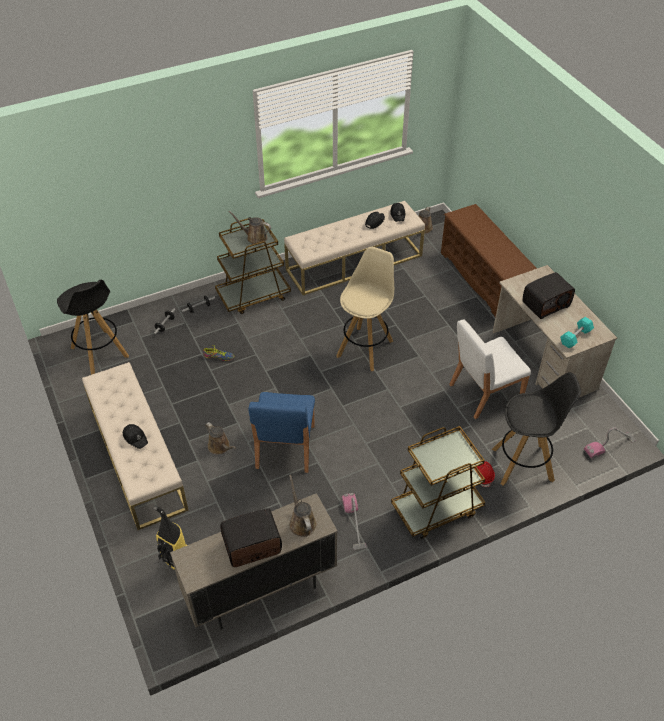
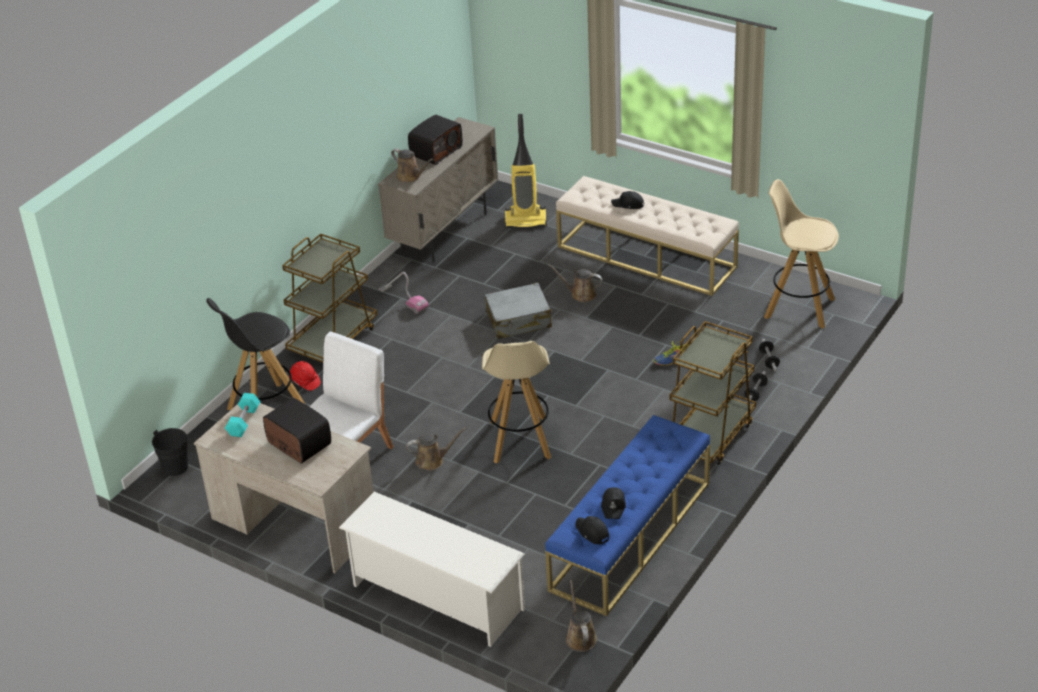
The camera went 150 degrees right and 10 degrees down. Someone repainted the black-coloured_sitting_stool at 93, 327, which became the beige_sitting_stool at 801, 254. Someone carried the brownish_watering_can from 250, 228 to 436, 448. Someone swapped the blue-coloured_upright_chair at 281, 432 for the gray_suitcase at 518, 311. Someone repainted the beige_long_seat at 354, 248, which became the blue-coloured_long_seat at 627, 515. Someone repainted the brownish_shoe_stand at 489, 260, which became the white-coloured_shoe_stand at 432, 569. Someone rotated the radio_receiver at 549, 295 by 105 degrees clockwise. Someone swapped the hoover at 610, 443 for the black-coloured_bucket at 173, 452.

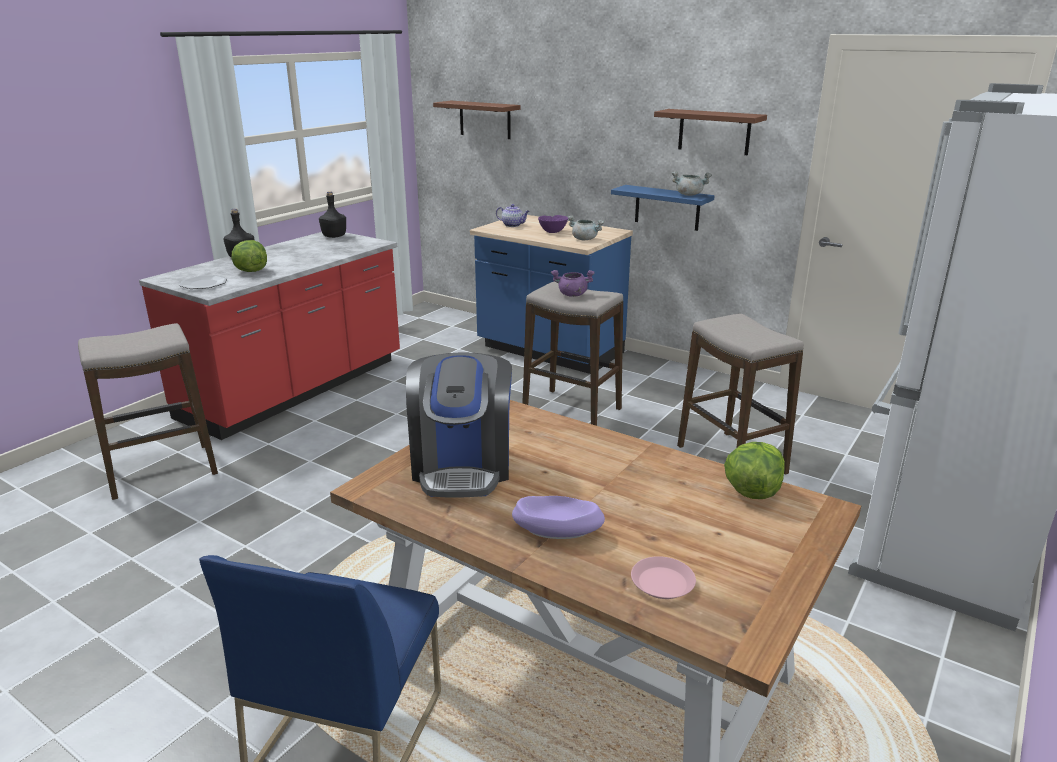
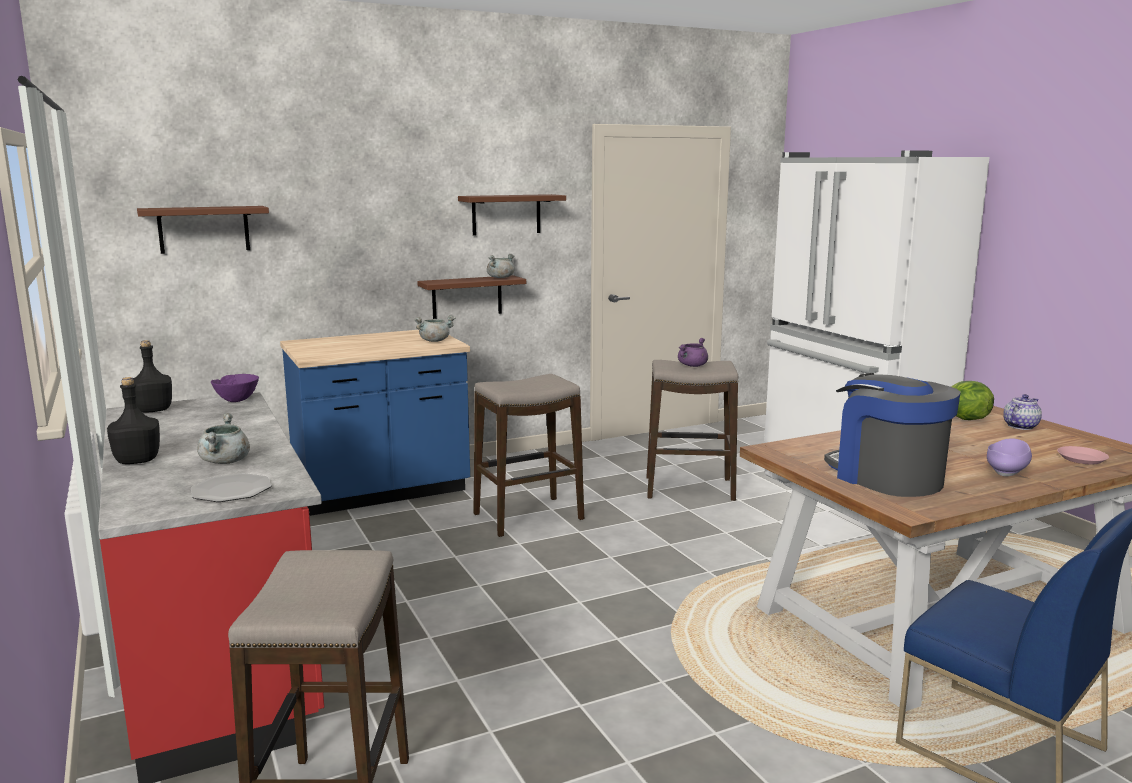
The camera went 60 degrees left and 10 degrees down. Someone swapped the head_of_lettuce at 249, 256 for the gray_saucepot at 223, 438. Someone rotated the coffee_brewer at 459, 424 by 150 degrees counterclockwise. Someone carried the teapot from 513, 215 to 1022, 412. Someone carried the purple_serving_bowl from 553, 224 to 235, 388. Someone carried the purple_saucepot from 573, 283 to 693, 352. Someone repainted the blue-coloured_shelf at 663, 208, which became the brownish_shelf at 471, 297.

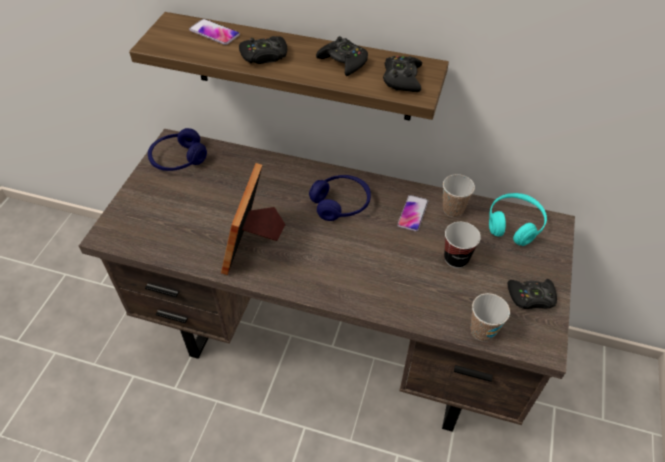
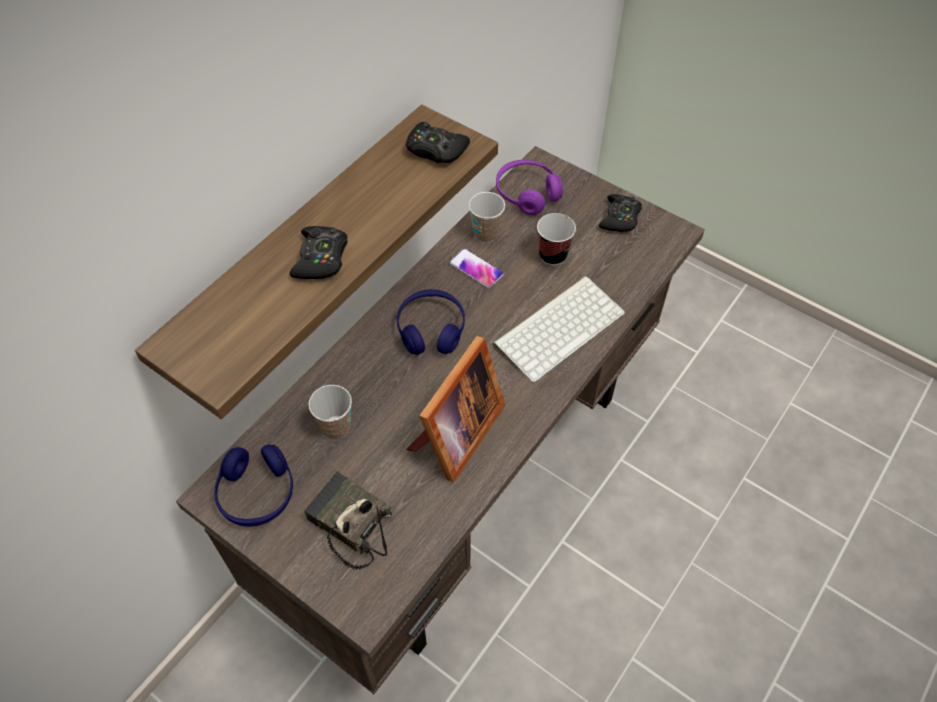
The camera went 70 degrees left and 5 degrees up. Someone took away the handset at 214, 32. Someone rotated the standing_frame at 253, 219 by 90 degrees counterclockwise. Someone took away the black-coloured_game_controller at 342, 56. Someone carried the drinking_cup from 490, 317 to 330, 412. Someone repainted the turquoise-coloured_headset at 518, 219, which became the purple_headset at 529, 187. Someone put down the radio_receiver at 348, 520. Someone put down the PC_keyboard at 558, 329.

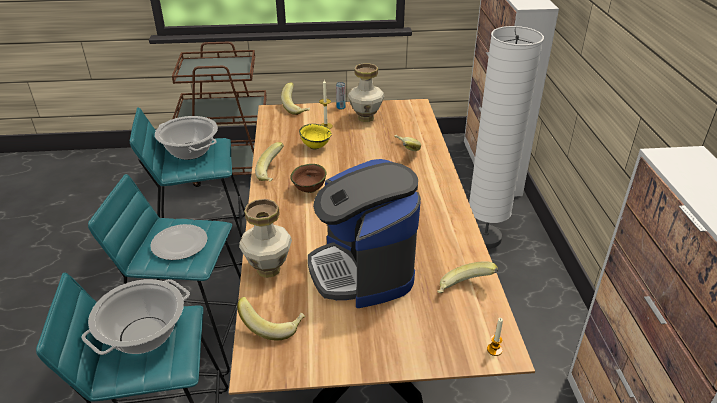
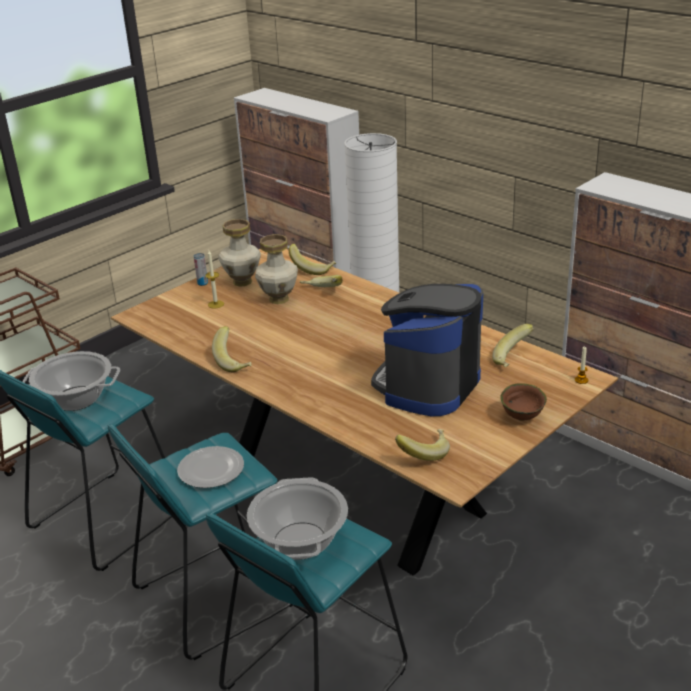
The camera went 40 degrees left and 5 degrees down. Someone carried the vase from 265, 238 to 276, 269. Someone carried the banana from 295, 98 to 312, 259. Someone carried the brownish_serving_bowl from 308, 178 to 523, 402. Someone took away the yellow_serving_bowl at 315, 136. Someone rotated the coffee_brewer at 364, 233 by 90 degrees clockwise.

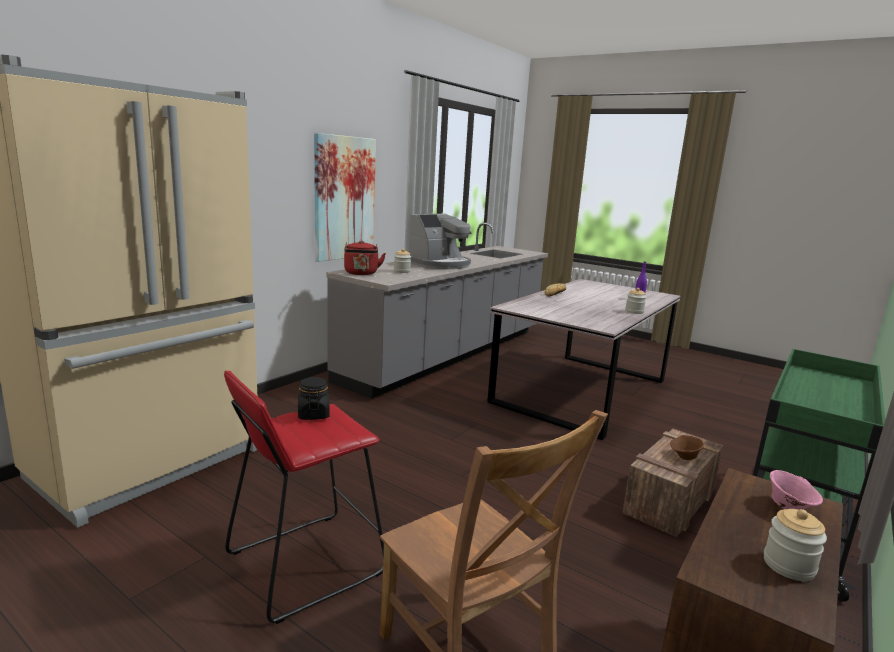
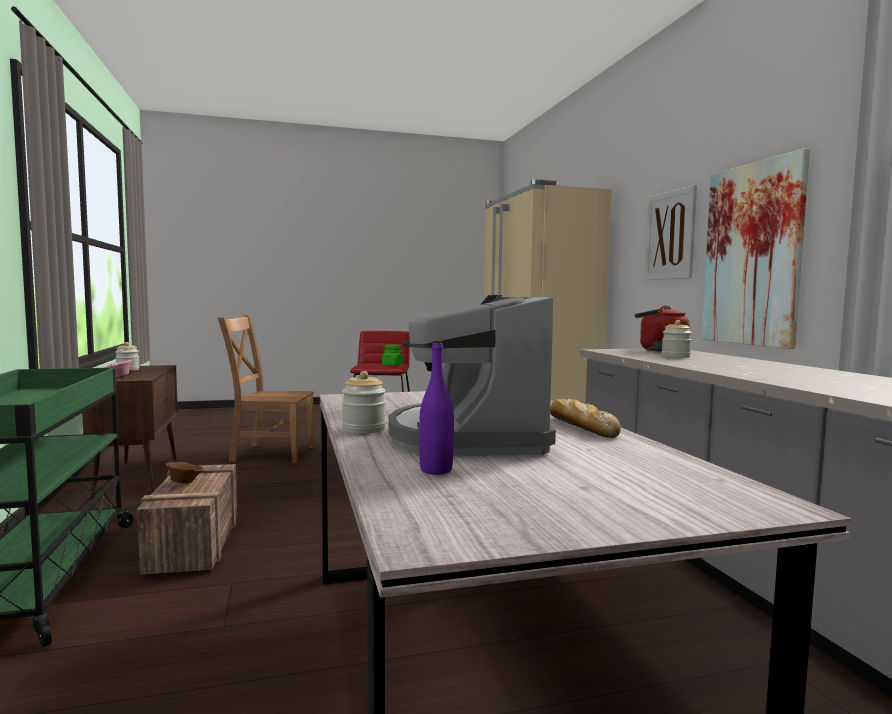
The camera went 130 degrees right and 10 degrees down. Someone repainted the black-coloured_preserve_jar at 314, 398, which became the green_preserve_jar at 393, 355. Someone carried the coffee_brewer from 440, 241 to 472, 375. Someone put up the picture at 671, 232.

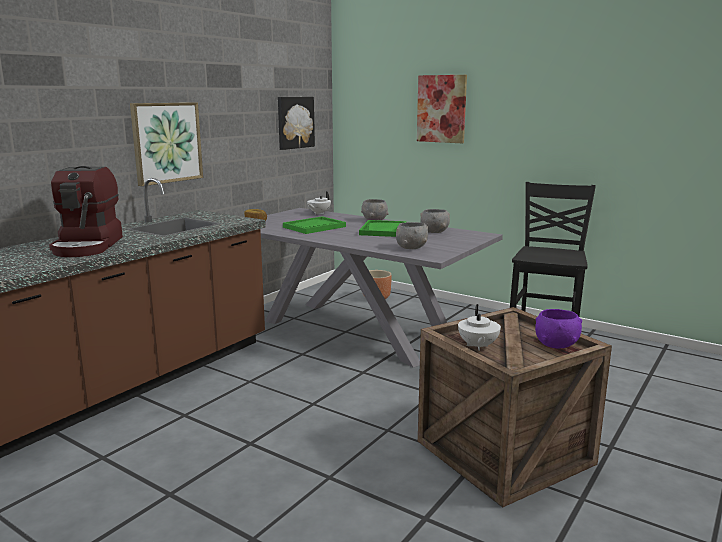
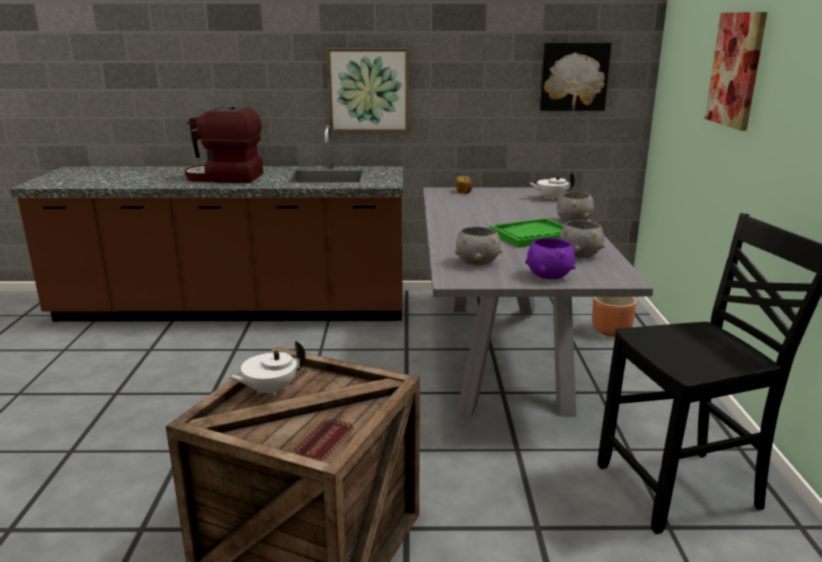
The camera went 55 degrees right and 5 degrees up. Someone rotated the coffee_brewer at 86, 211 by 45 degrees clockwise. Someone took away the green_serving_tray at 314, 225. Someone carried the purple_serving_bowl from 558, 328 to 551, 258.

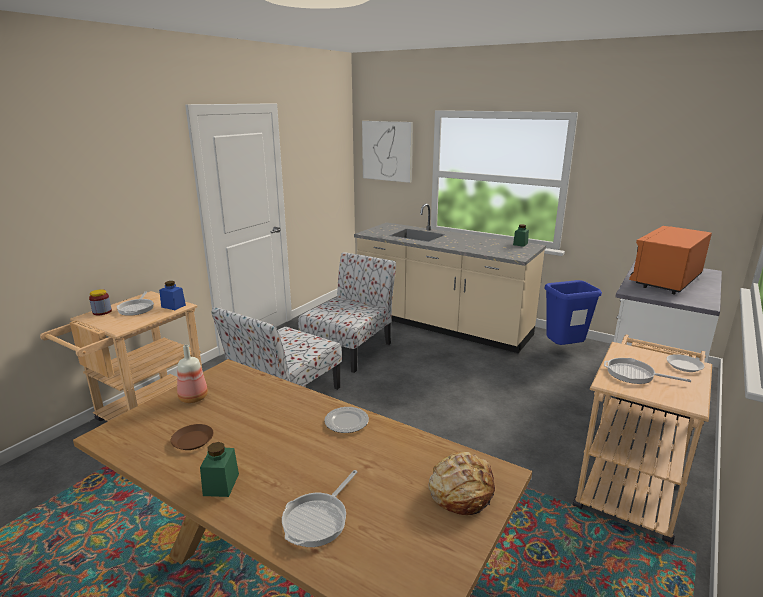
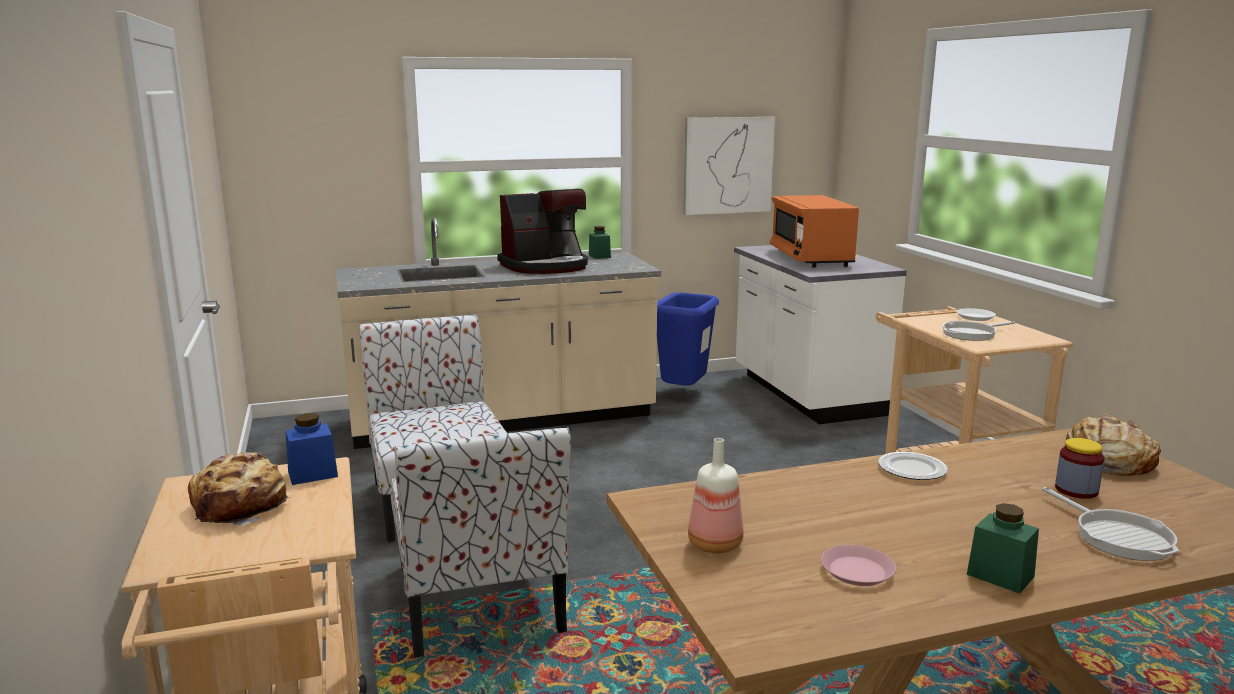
The camera went 50 degrees left and 5 degrees down. Someone carried the preserve_jar from 100, 302 to 1080, 468. Someone swapped the pan at 135, 303 for the baked_bread at 239, 489. Someone repainted the brownish_plate at 192, 437, which became the pinkish_plate at 858, 565. Someone carried the picture from 387, 152 to 729, 166. Someone put down the coffee_brewer at 542, 231.

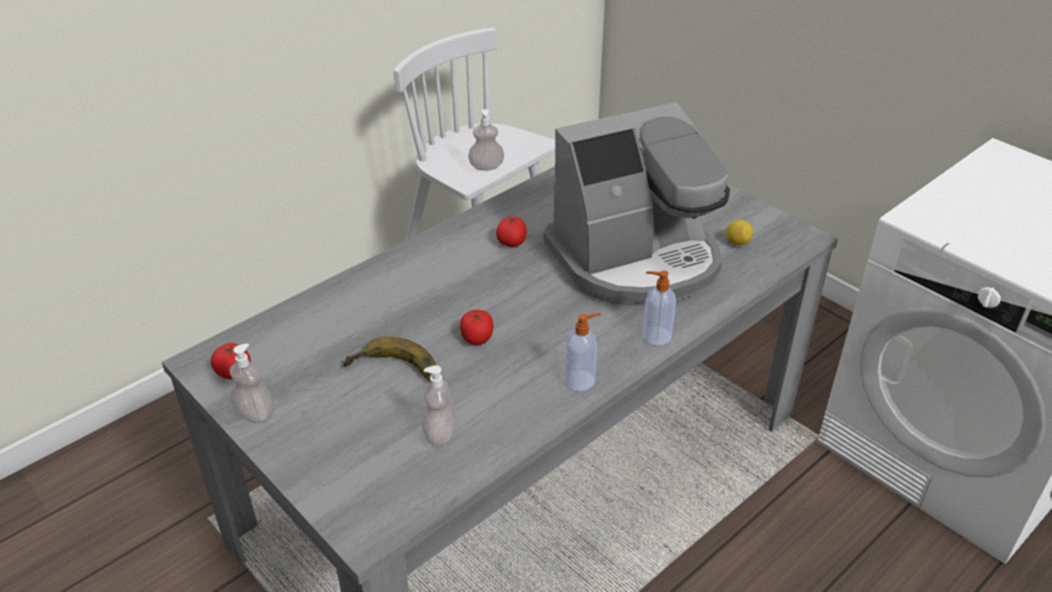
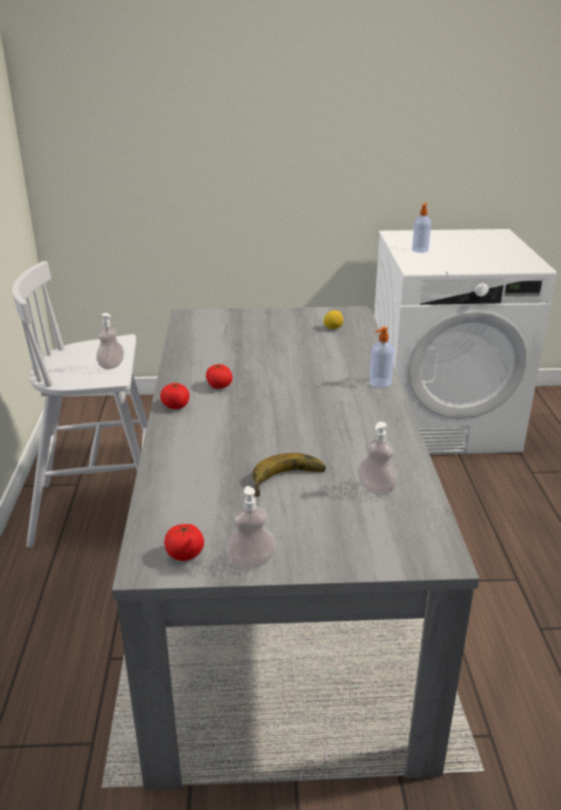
The camera went 50 degrees left and 10 degrees down. Someone carried the tomato from 476, 327 to 174, 396. Someone took away the coffee_brewer at 636, 204. Someone carried the soap_bottle from 582, 352 to 421, 227.

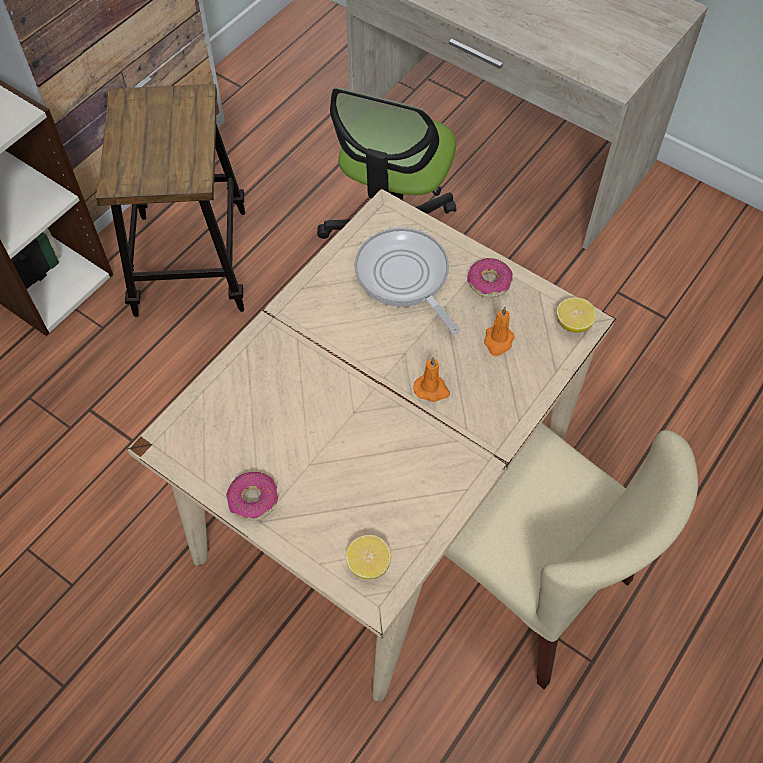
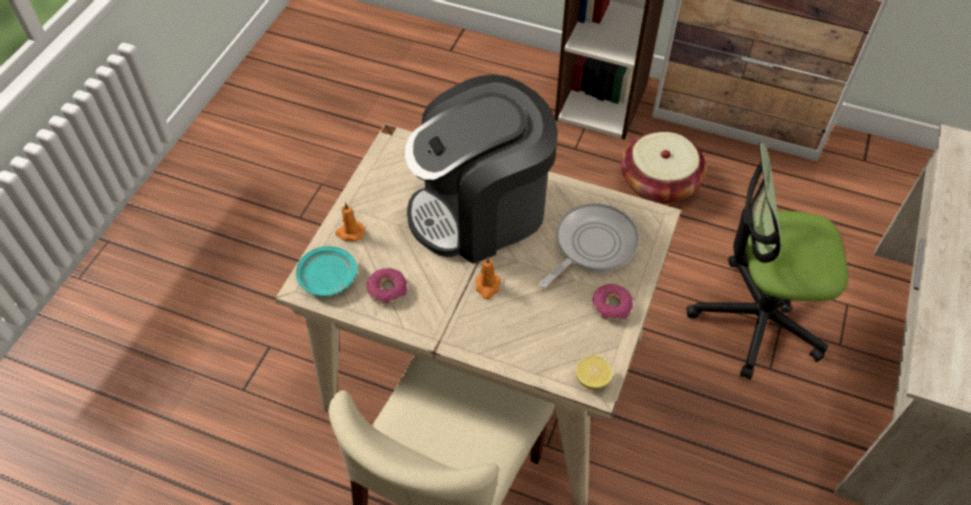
The camera went 75 degrees right and 5 degrees down. Someone swapped the sitting_stool at 170, 200 for the storage_basket at 664, 168. Someone carried the donut from 252, 496 to 386, 286. Someone swapped the lemon at 368, 557 for the turquoise-coloured_plate at 326, 271. Someone carried the orange_candle from 499, 331 to 350, 221. Someone put down the coffee_brewer at 481, 169.

